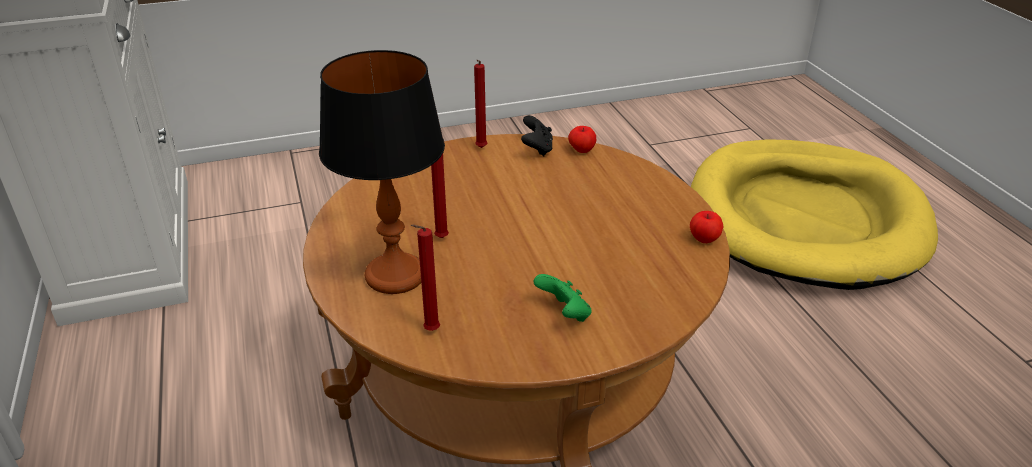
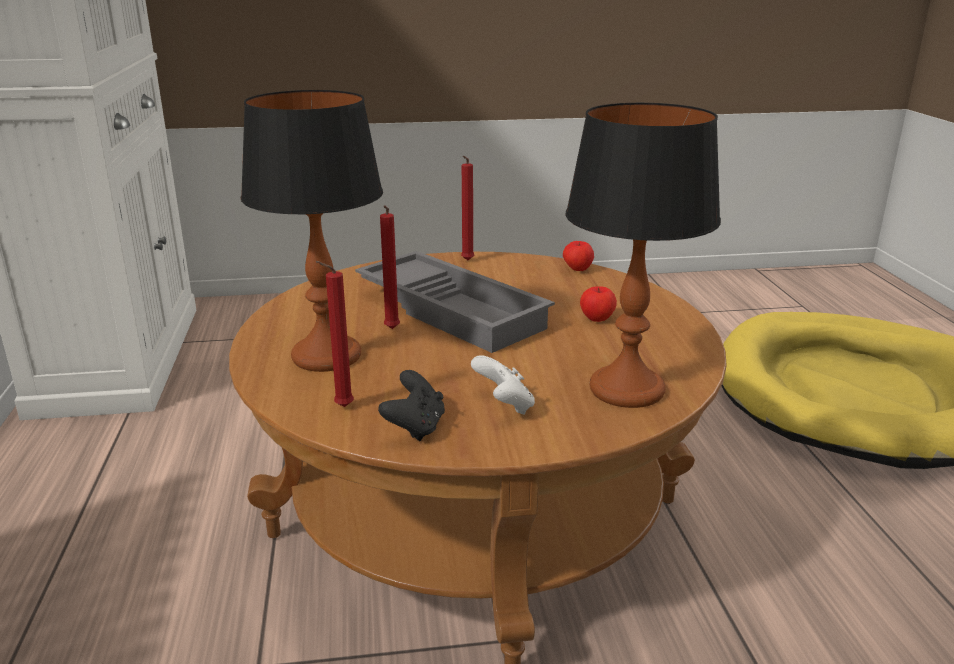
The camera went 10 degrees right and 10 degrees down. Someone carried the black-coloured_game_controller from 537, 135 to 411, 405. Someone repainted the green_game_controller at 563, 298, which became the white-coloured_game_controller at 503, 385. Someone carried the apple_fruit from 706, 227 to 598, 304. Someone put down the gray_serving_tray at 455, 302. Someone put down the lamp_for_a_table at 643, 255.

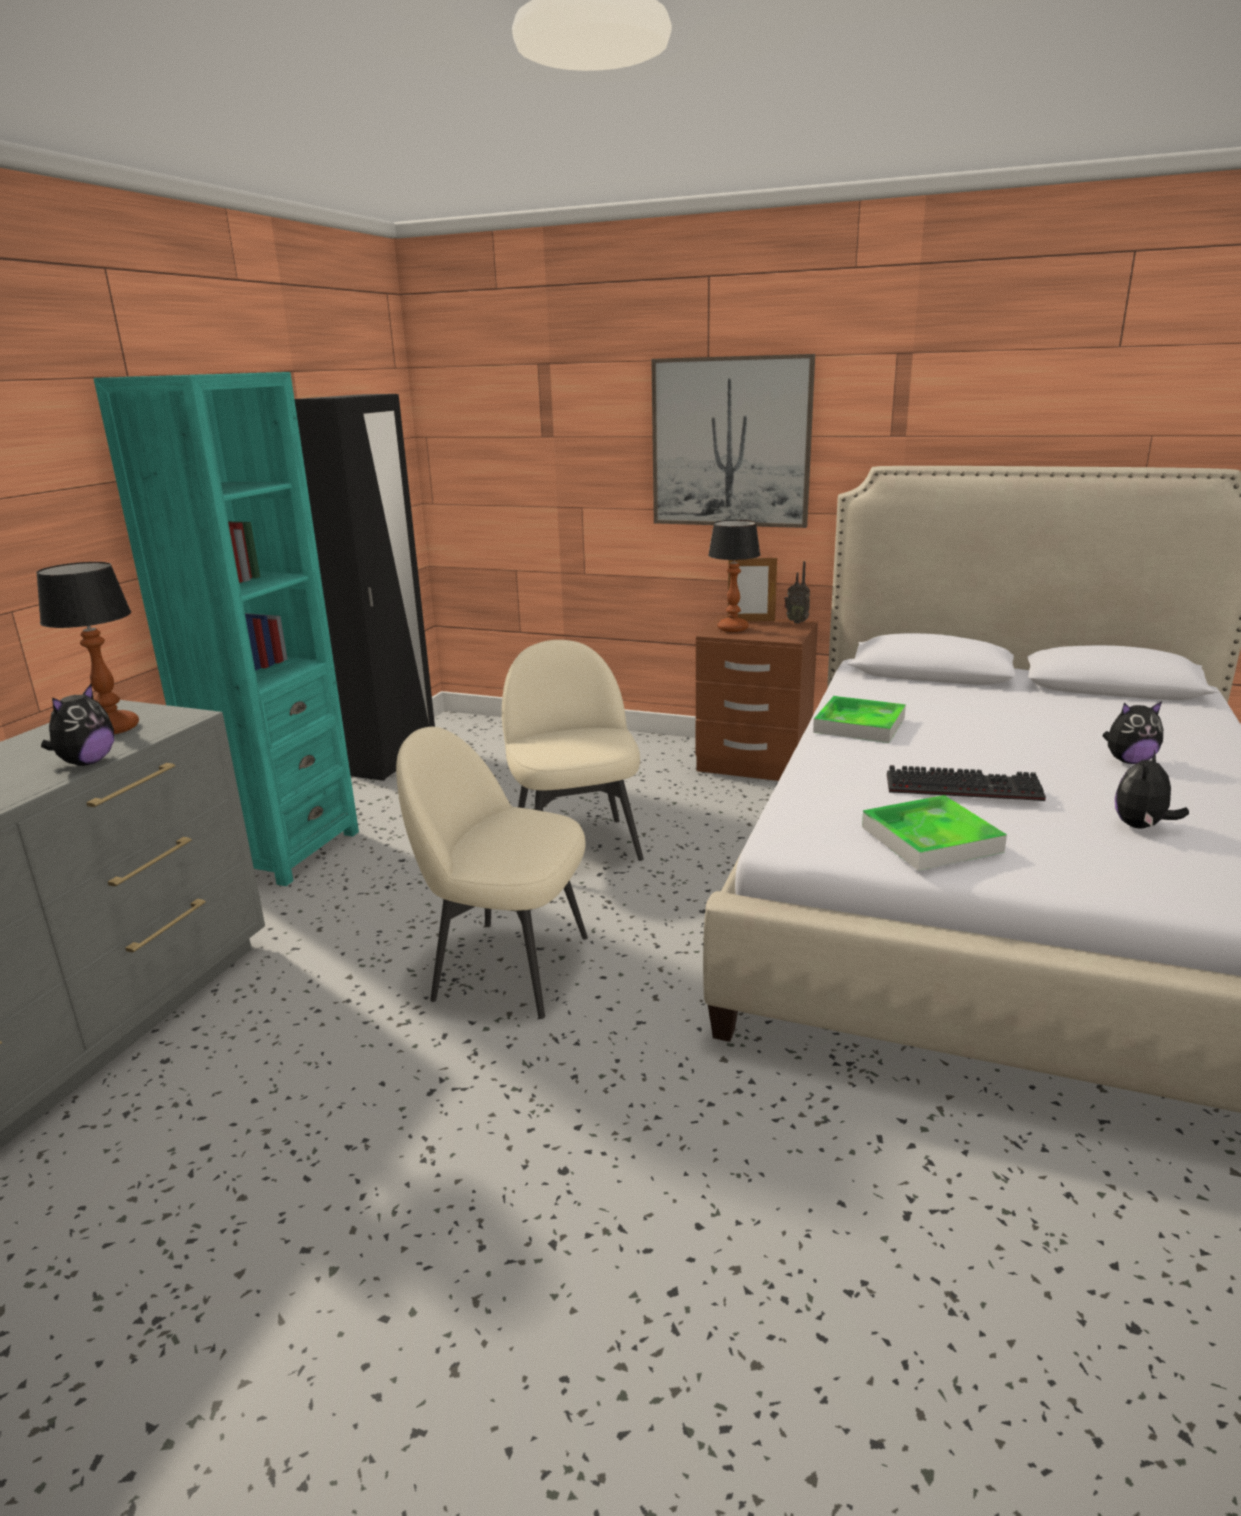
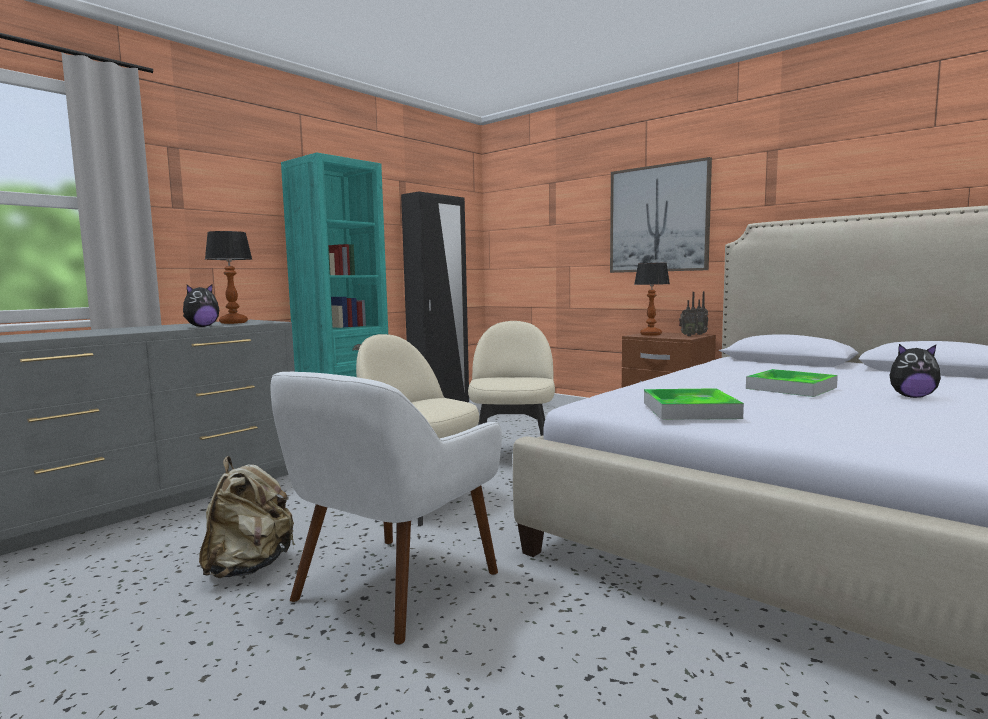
The camera went 20 degrees right and 15 degrees down. Someone took away the standing_frame at 752, 589. Someone carried the serving_tray from 859, 719 to 792, 383. Someone took away the PC_keyboard at 966, 783. Someone took away the cuddly_toy at 1152, 789. Someone put down the beige_backpack at 247, 517. Someone put down the white-coloured_armchair at 386, 508. Someone put down the radio_receiver at 688, 314.

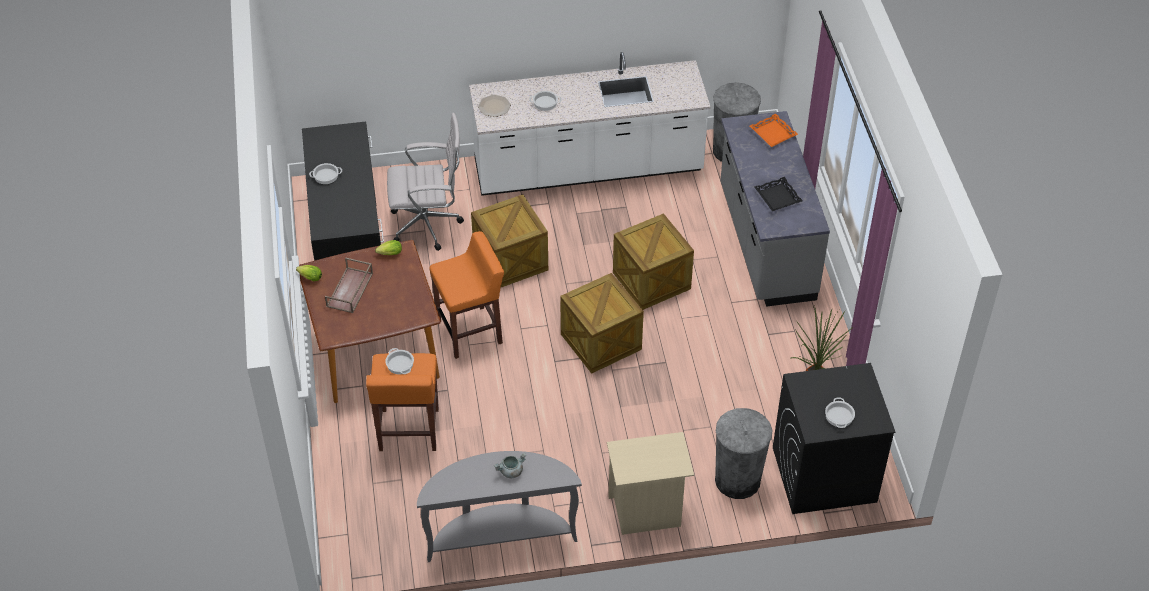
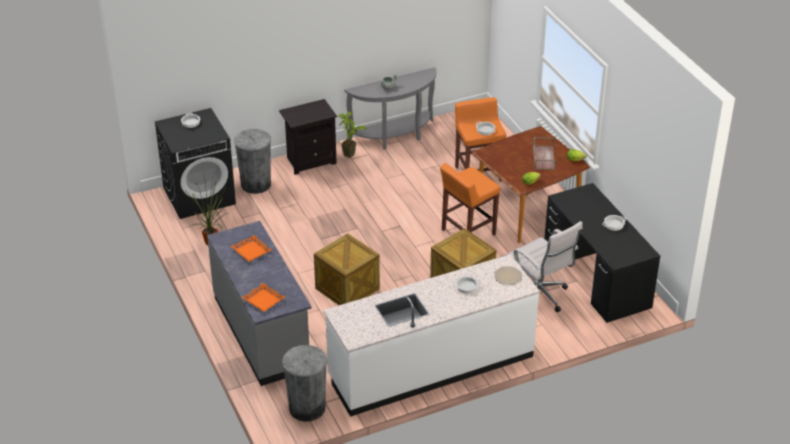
The camera went 165 degrees right and 10 degrees down. Someone rotated the white-coloured_computer_chair at 425, 182 by 105 degrees counterclockwise. Someone took away the shipping_crate at 602, 323. Someone repainted the beige_nightstand at 650, 483, which became the black-coloured_nightstand at 308, 137. Someone repainted the black-coloured_serving_tray at 778, 194, which became the orange_serving_tray at 251, 248. Someone put down the potted_plant at 352, 135.

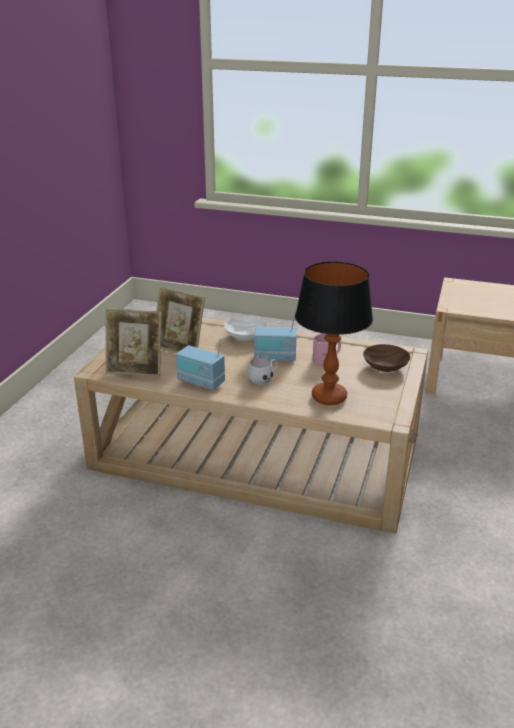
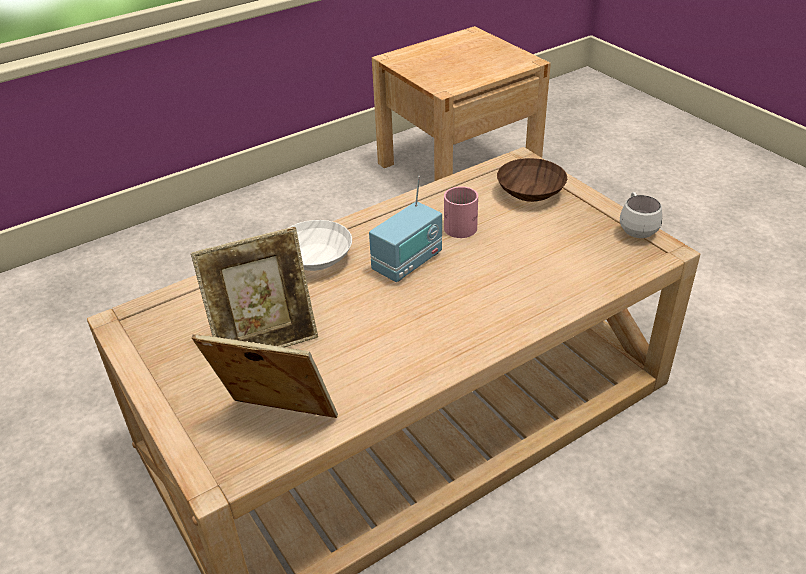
The camera went 50 degrees left and 10 degrees up. Someone rotated the standing_frame at 133, 342 by 120 degrees counterclockwise. Someone took away the radio_receiver at 200, 364. Someone carried the white-coloured_tea_mug from 262, 370 to 641, 215. Someone took away the lamp_for_a_table at 334, 333.

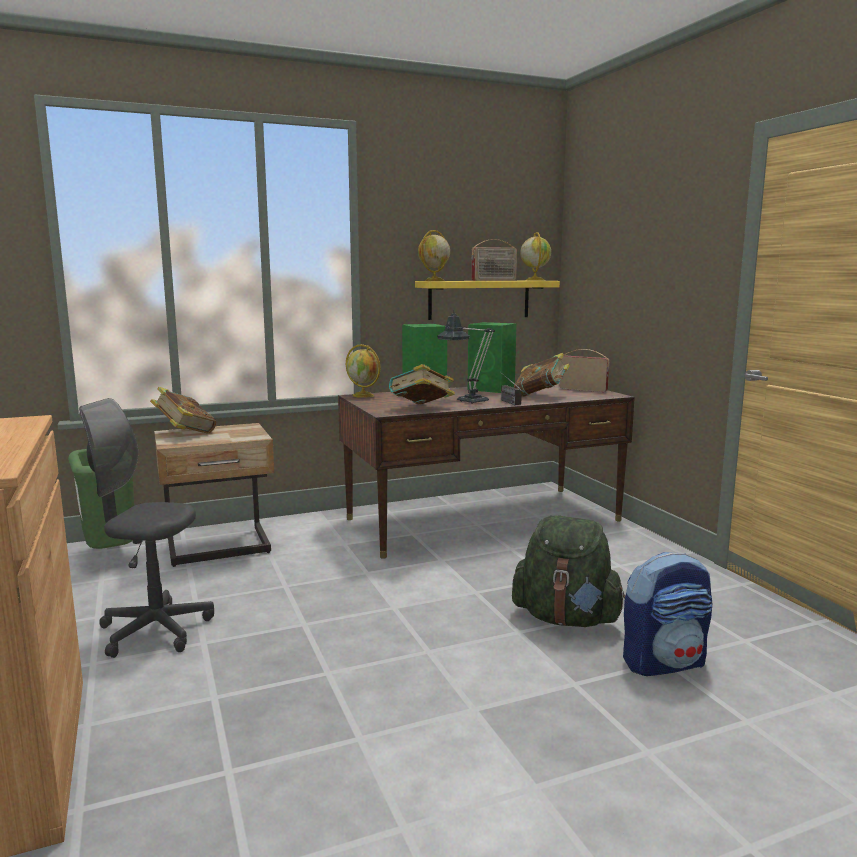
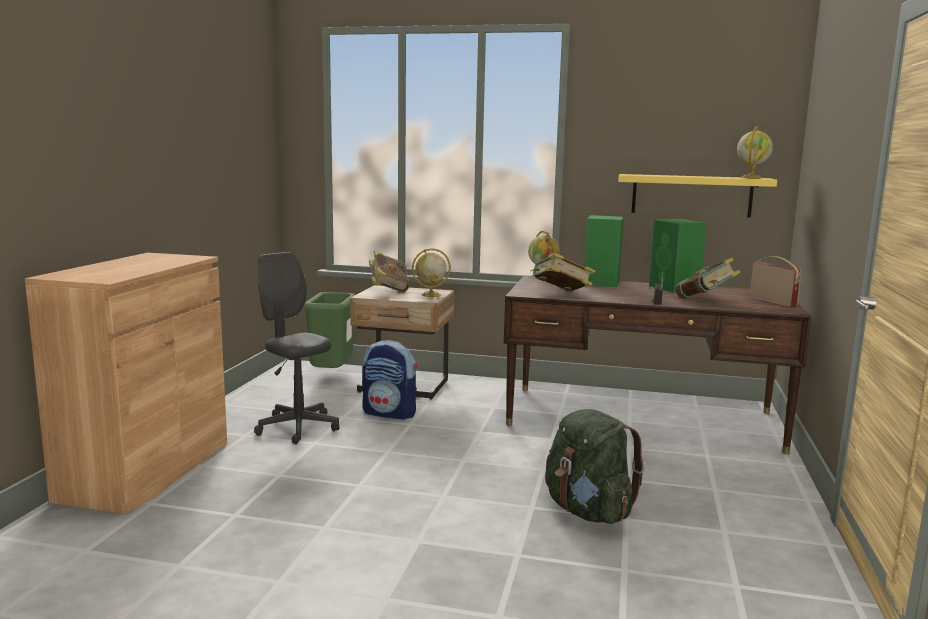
The camera went 35 degrees right and 0 degrees up. Someone carried the desk_globe from 434, 255 to 431, 272. Someone took away the lamp_for_a_table at 466, 357. Someone took away the radio_receiver at 494, 260. Someone carried the backpack from 668, 614 to 389, 380.

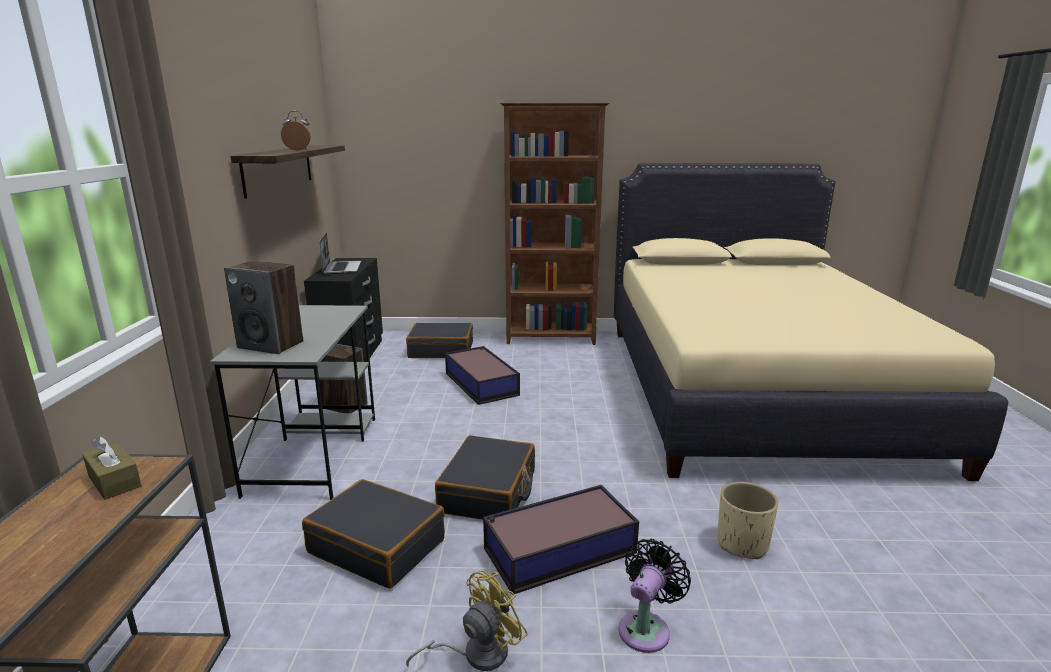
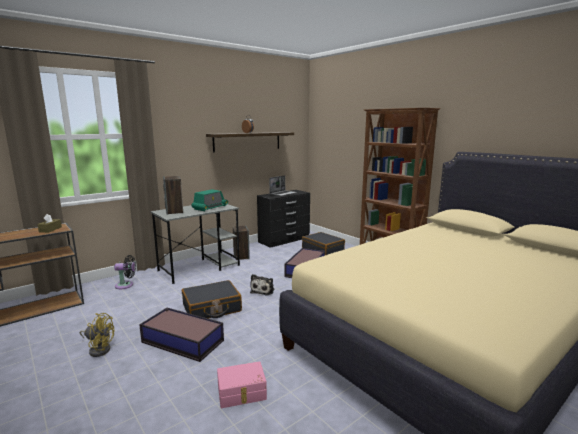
The camera went 50 degrees right and 5 degrees down. Someone took away the black-coloured_suitcase at 373, 534. Someone carried the black-coloured_cooling_fan from 655, 596 to 125, 272. Someone swapped the beige_plant_pot at 747, 520 for the pinkish_storage_container at 242, 384. Someone put down the radio_receiver at 209, 200. Someone put down the cuddly_toy at 262, 284.

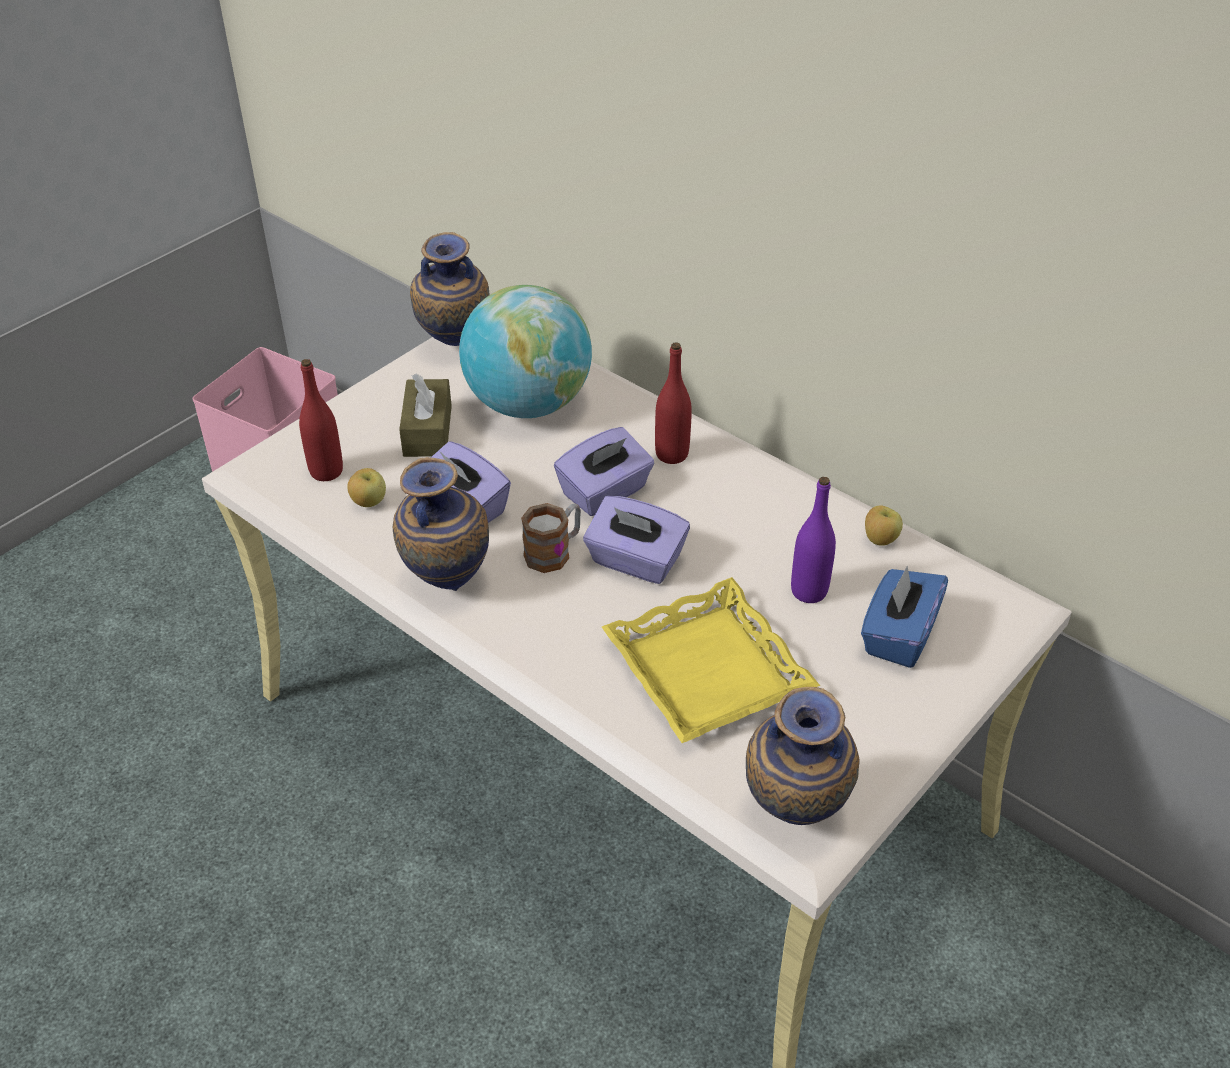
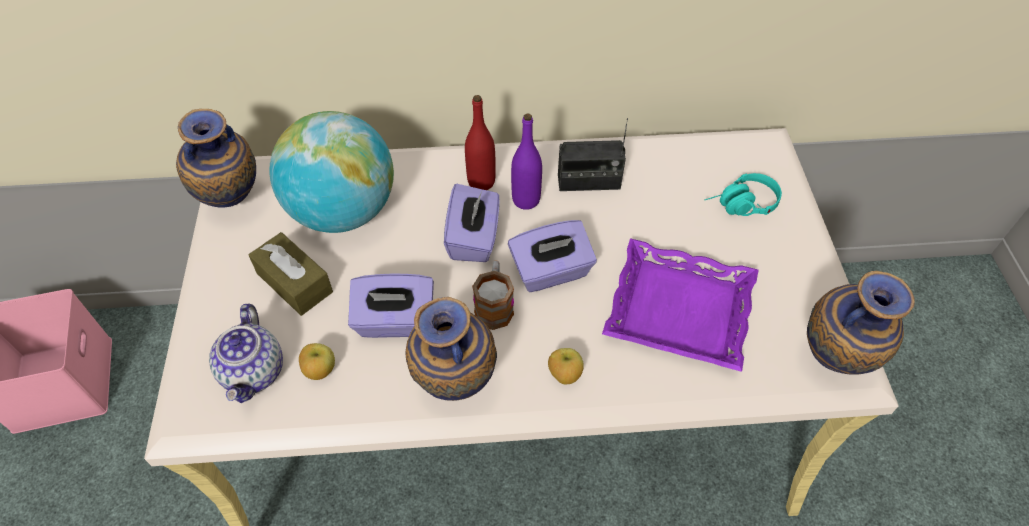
The camera went 45 degrees left and 10 degrees up. Someone swapped the red-coloured_beverage_bottle at 321, 420 for the teapot at 246, 353. Someone repainted the yellow_serving_tray at 711, 660, which became the purple_serving_tray at 680, 305. Someone carried the purple_beverage_bottle from 813, 540 to 526, 162. Someone swapped the blue-coloured_box_of_tissues at 904, 616 for the turquoise-coloured_headset at 743, 194. Someone carried the apple_fruit from 884, 525 to 566, 366. Someone put down the radio_receiver at 593, 154.

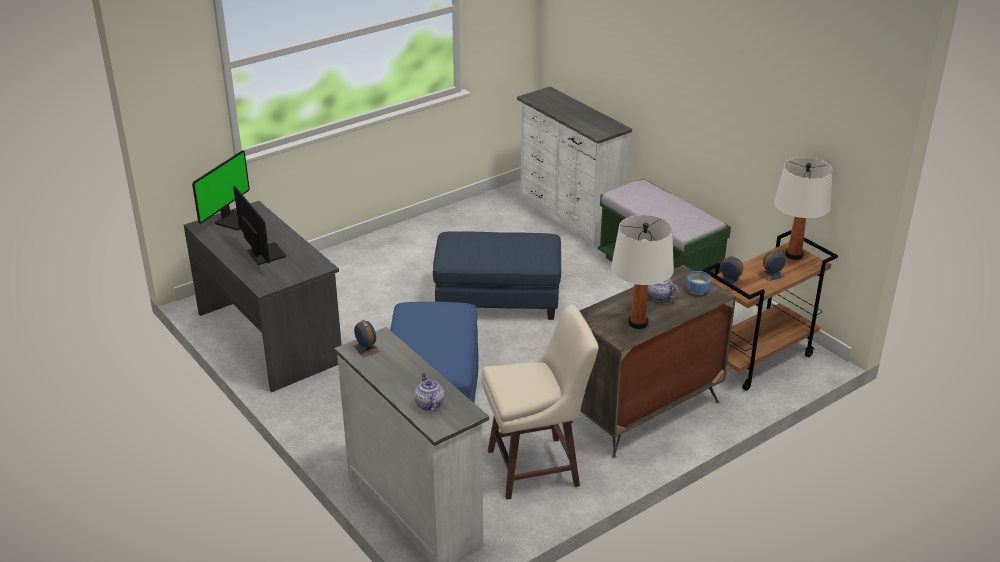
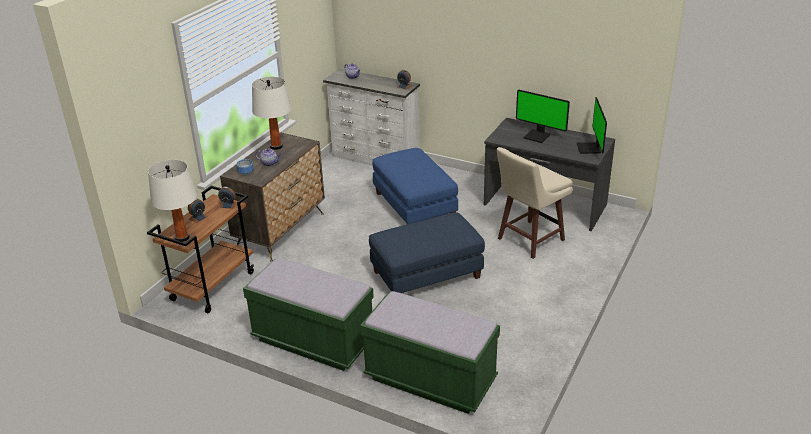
The camera went 155 degrees right and 0 degrees up. Someone carried the beige_sitting_stool from 540, 402 to 535, 203. Someone swapped the white-coloured_drawer_chest at 574, 167 for the green_long_seat at 430, 352.

